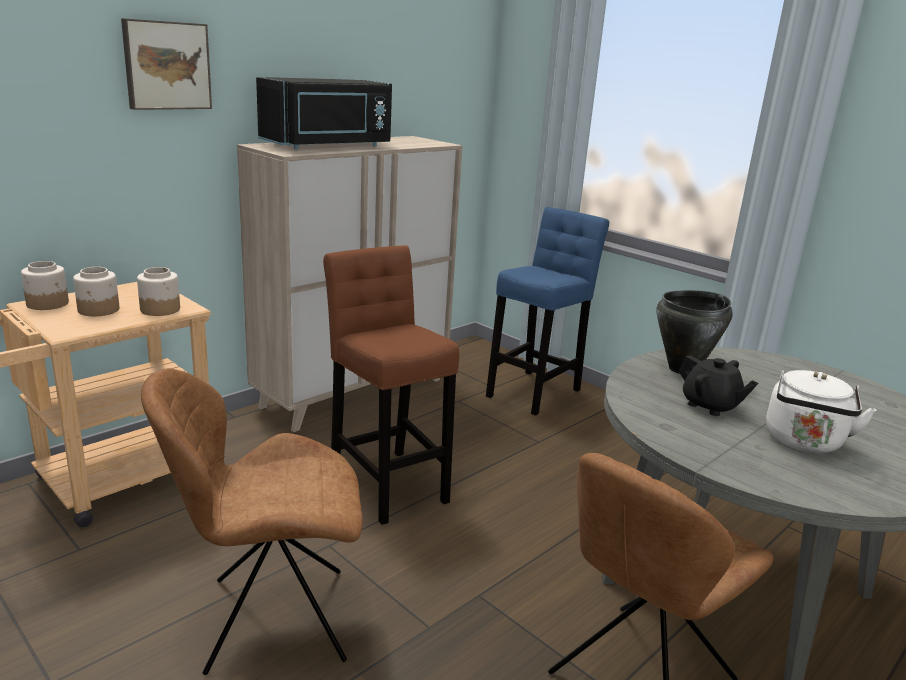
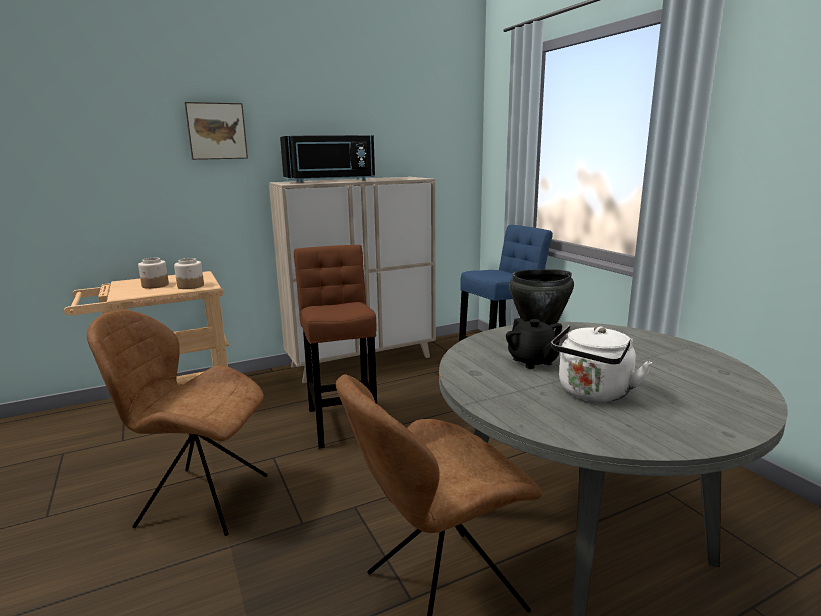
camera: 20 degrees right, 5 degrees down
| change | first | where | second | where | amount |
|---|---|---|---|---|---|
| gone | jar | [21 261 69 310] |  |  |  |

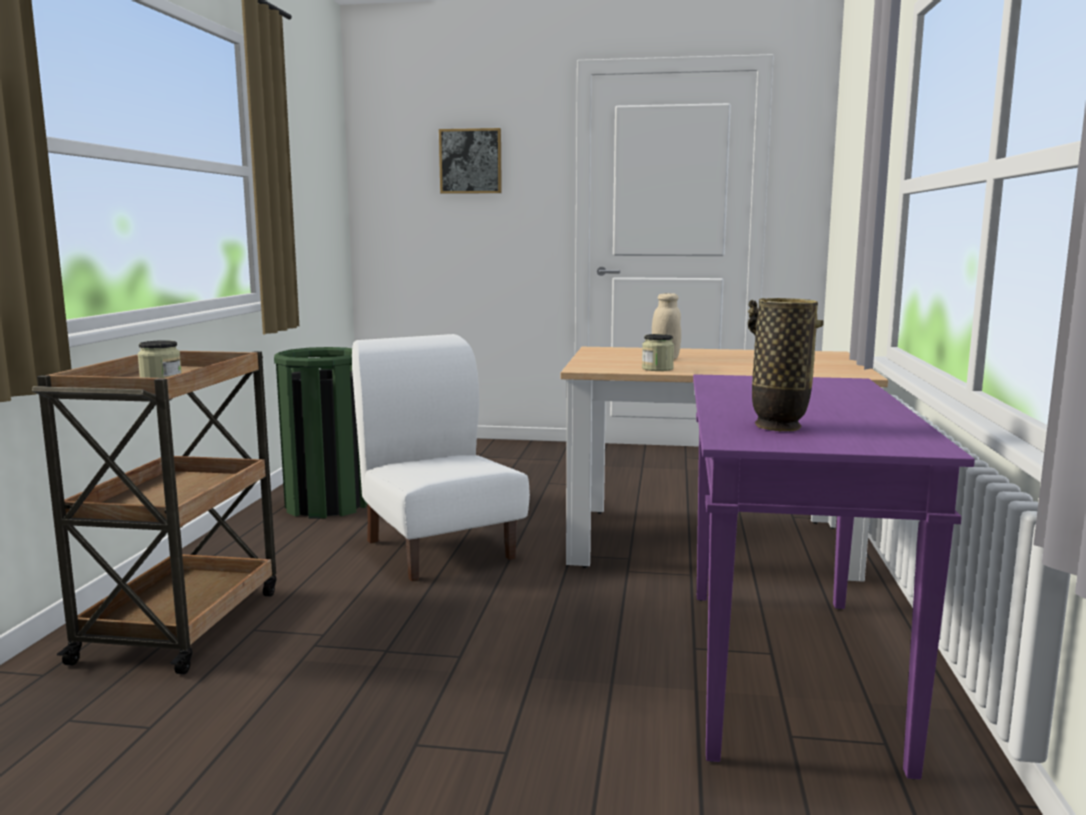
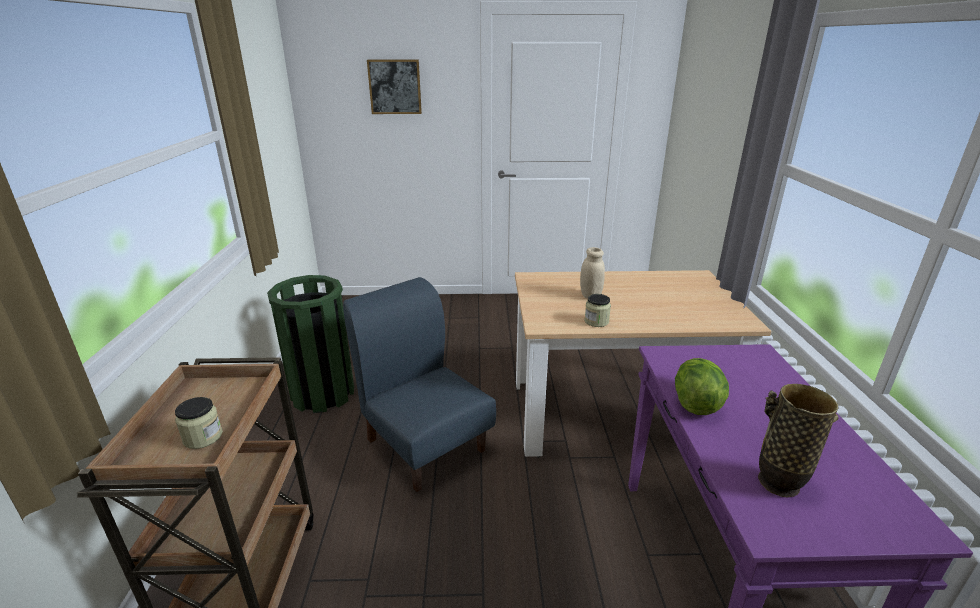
camera: 10 degrees left, 15 degrees up
| change | first | where | second | where | amount |
|---|---|---|---|---|---|
| repainted | white chair | [352 334 530 581] | blue chair | [343 277 496 492] |  |
| new |  |  | lettuce | [675 358 729 415] |  |

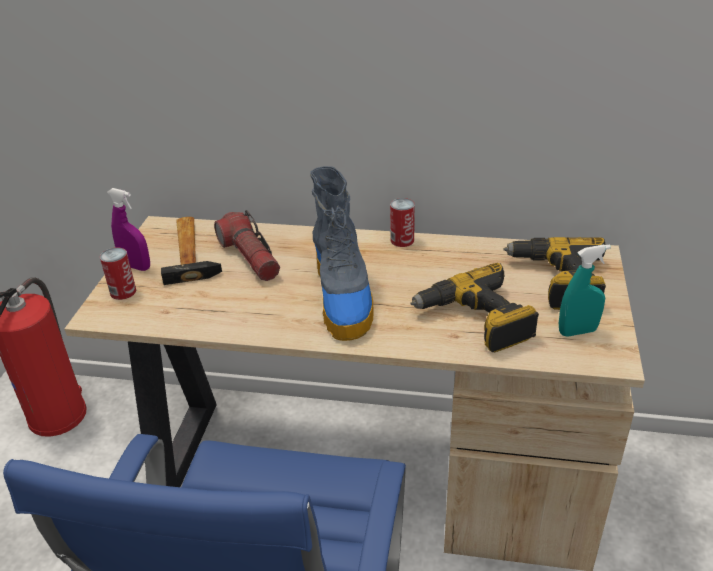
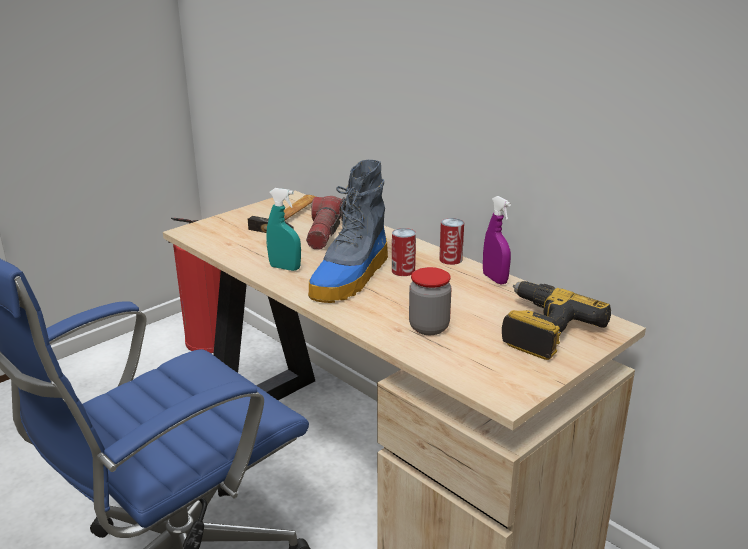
camera: 35 degrees right, 10 degrees down
| change | first | where | second | where | amount |
|---|---|---|---|---|---|
| shifted | purple spray bottle | [107 188 150 271] |  | [483 196 511 285] |  |
| shifted | turquoise spray bottle | [559 244 611 337] |  | [266 188 301 271] |  |
| shifted | can | [100 247 136 300] |  | [392 228 416 276] |  |
| swapped | power drill | [410 263 539 352] | jar | [409 267 451 335] |  |

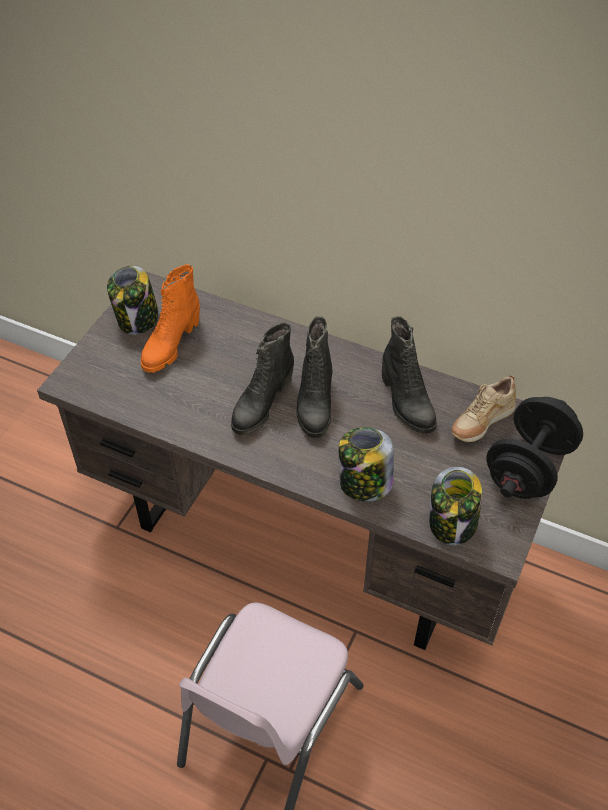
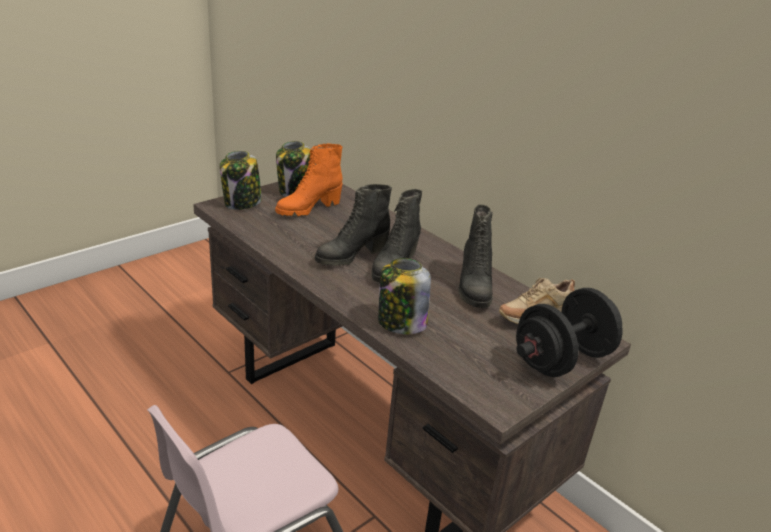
camera: 20 degrees right, 20 degrees down
| change | first | where | second | where | amount |
|---|---|---|---|---|---|
| shifted | jar | [429 467 482 545] |  | [220 151 262 210] |  |

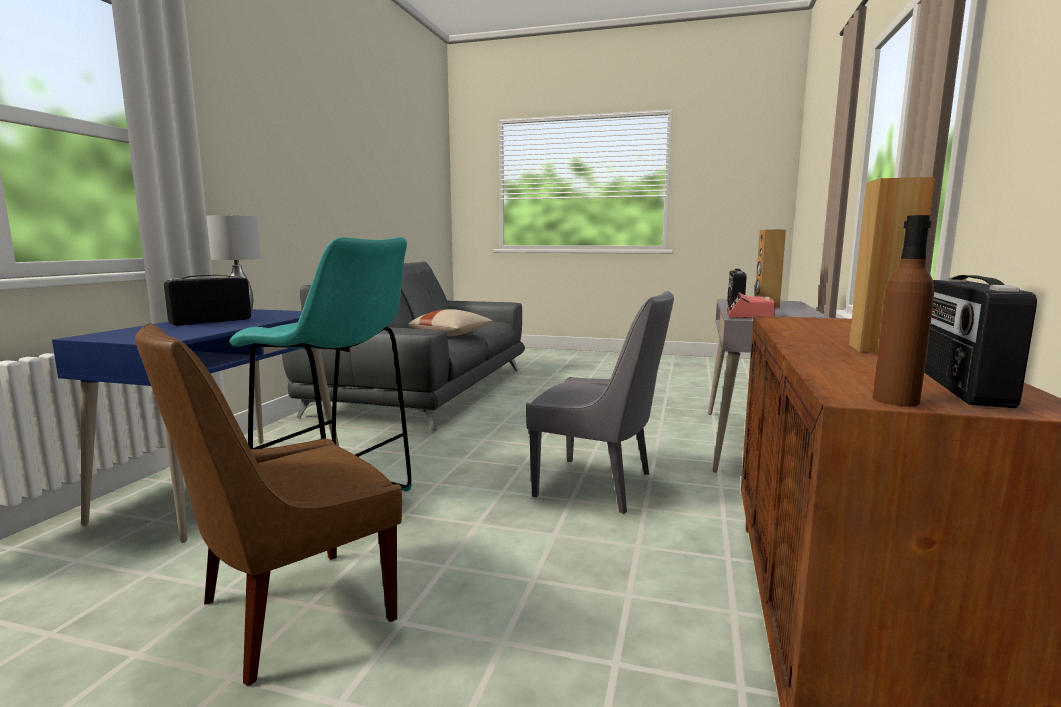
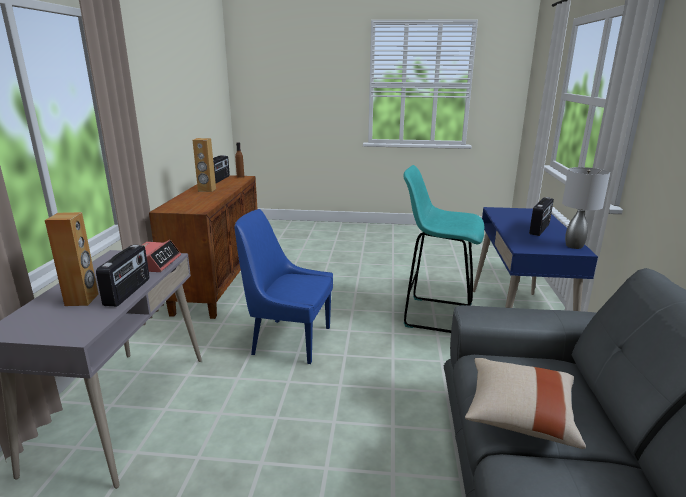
camera: 170 degrees right, 10 degrees up
| change | first | where | second | where | amount |
|---|---|---|---|---|---|
| repainted | grey chair | [526 291 674 514] | blue chair | [234 209 333 364] |  |
| gone | brown chair | [135 323 402 686] |  |  |  |

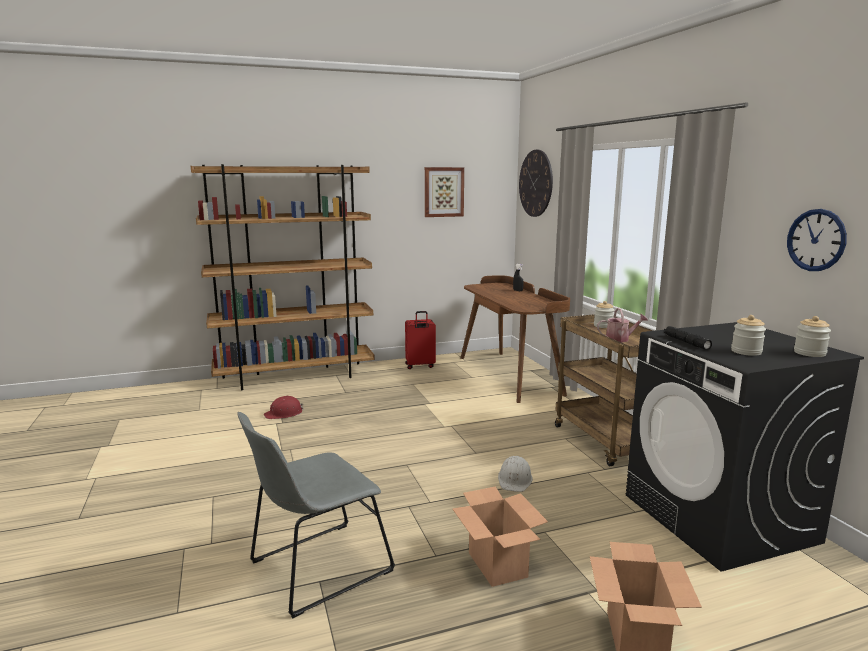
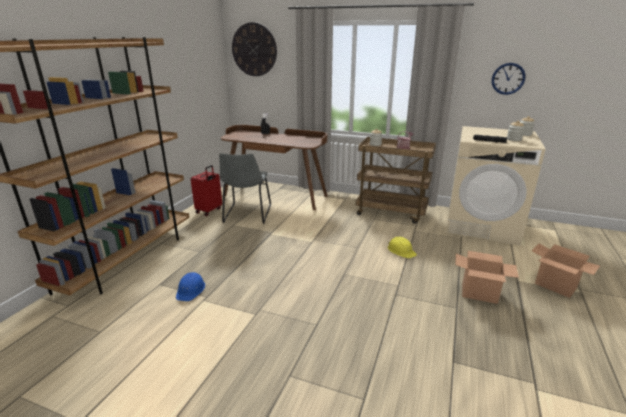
camera: 50 degrees left, 10 degrees up
| change | first | where | second | where | amount |
|---|---|---|---|---|---|
| gone | picture | [425 167 464 217] |  |  |  |
| repainted | black washing machine | [626 322 864 572] | beige washing machine | [446 126 546 246] |  |
| repainted | red hard hat | [264 395 303 419] | blue hard hat | [176 272 205 301] |  |
| shifted | grey chair | [237 412 395 618] |  | [219 153 271 224] |  |
| repainted | white hard hat | [498 456 533 492] | yellow hard hat | [388 237 417 259] |  |

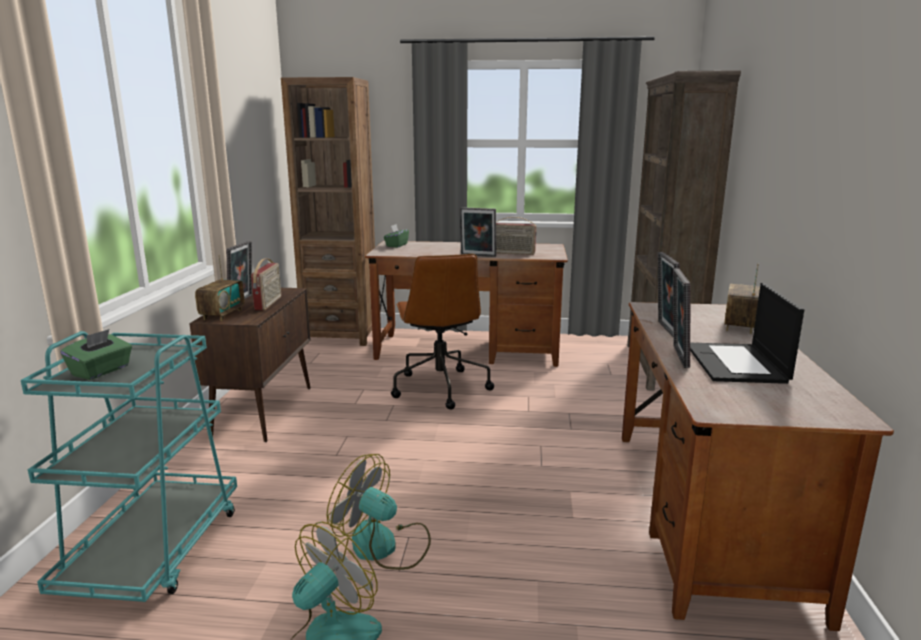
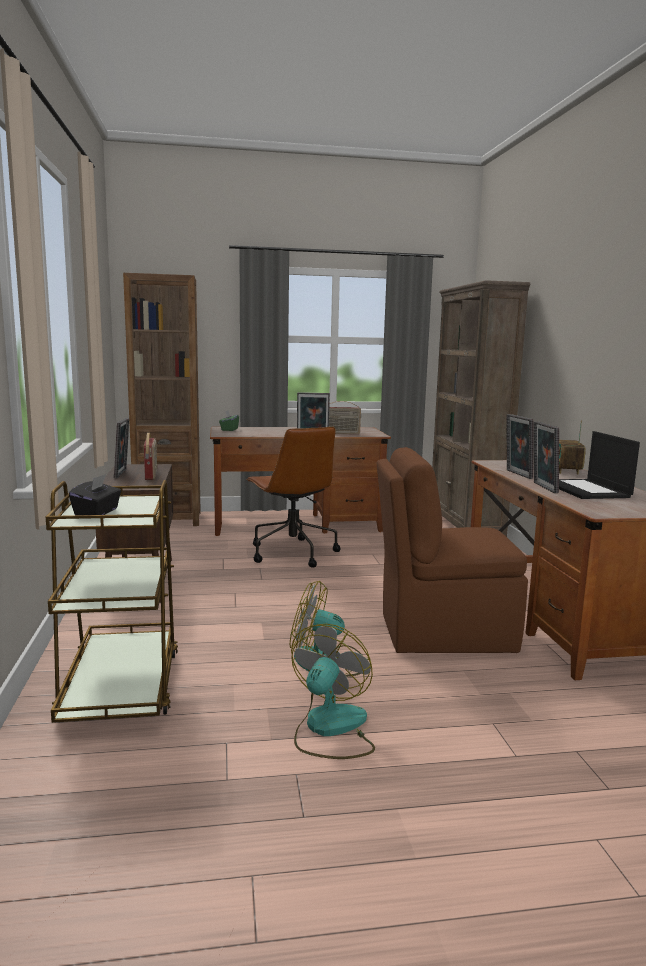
camera: 15 degrees left, 5 degrees down
| change | first | where | second | where | amount |
|---|---|---|---|---|---|
| gone | radio | [195 255 245 321] |  |  |  |
| repainted | green tissue box | [61 329 132 380] | black tissue box | [69 474 121 515] |  |
| repainted | turquoise cart | [21 331 237 602] | brown cart | [46 480 178 723] |  |
| new |  |  | brown chair | [377 447 528 653] |  |

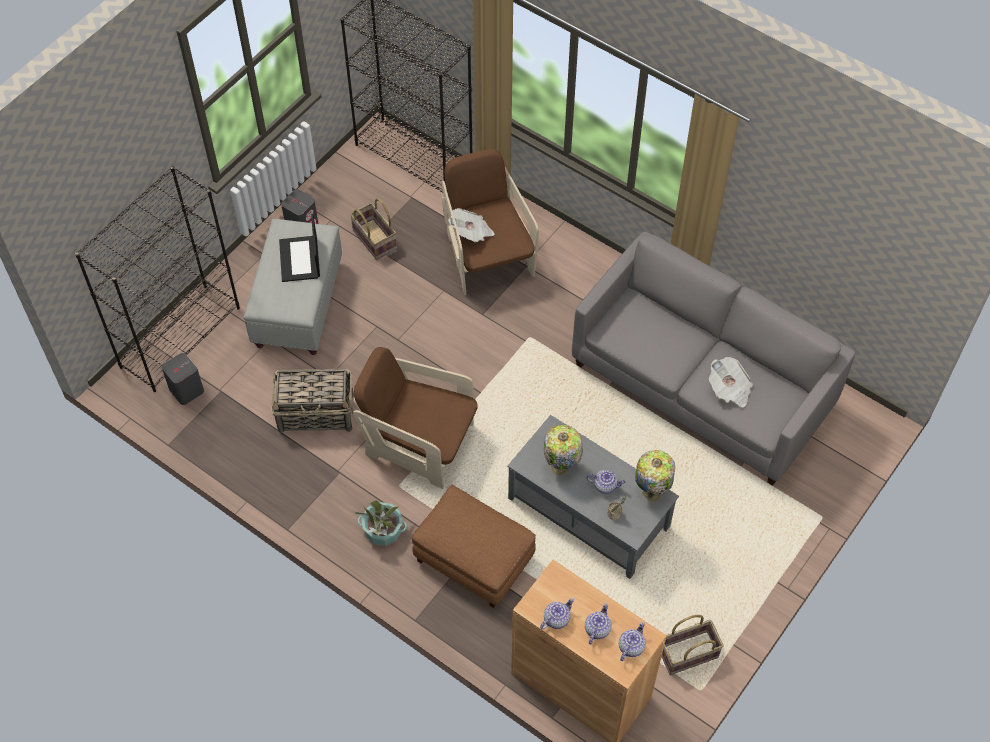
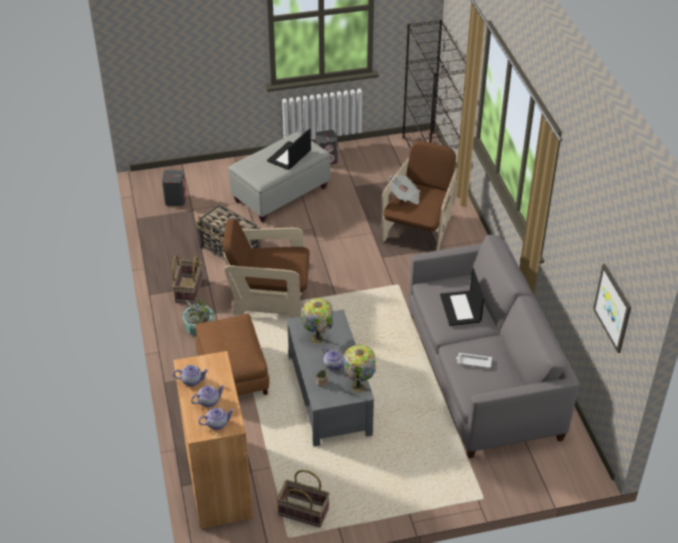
camera: 40 degrees right, 15 degrees down
| change | first | where | second | where | amount |
|---|---|---|---|---|---|
| gone | black bookcase | [75 166 240 392] |  |  |  |
| shifted | basket | [350 198 397 260] |  | [172 255 202 304] |  |
| rotated | brown armchair | [353 347 478 489] |  | [223 219 310 318] | 60 degrees counterclockwise |
| swapped | newspaper | [709 357 753 407] | white tray | [456 353 492 368] |  |
| new |  |  | picture | [593 264 631 353] |  |
| new |  |  | laptop | [440 269 484 326] |  |

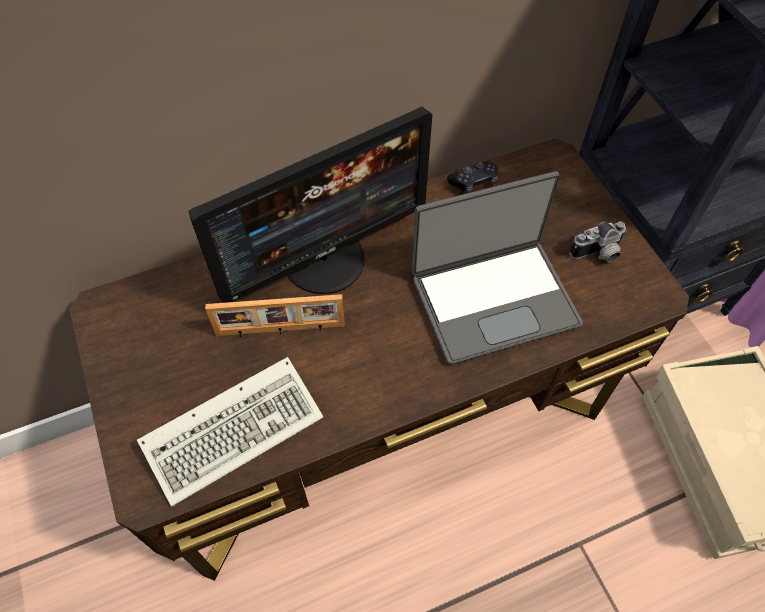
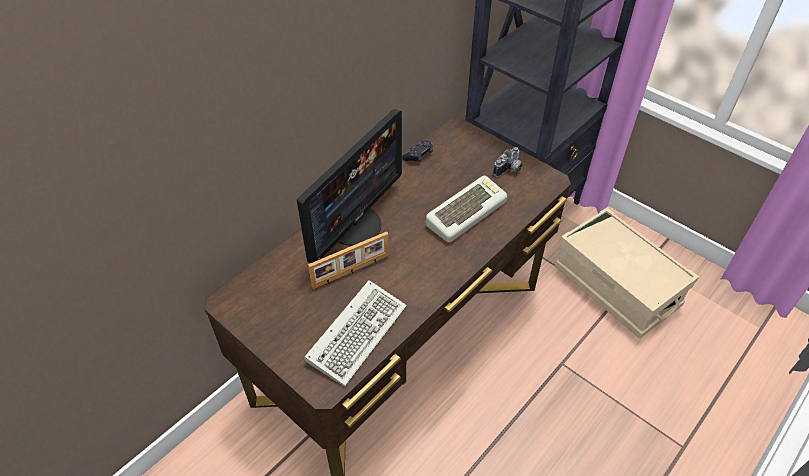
camera: 25 degrees left, 10 degrees down
| change | first | where | second | where | amount |
|---|---|---|---|---|---|
| swapped | laptop | [411 171 583 365] | keyboard | [426 176 507 243] |  |

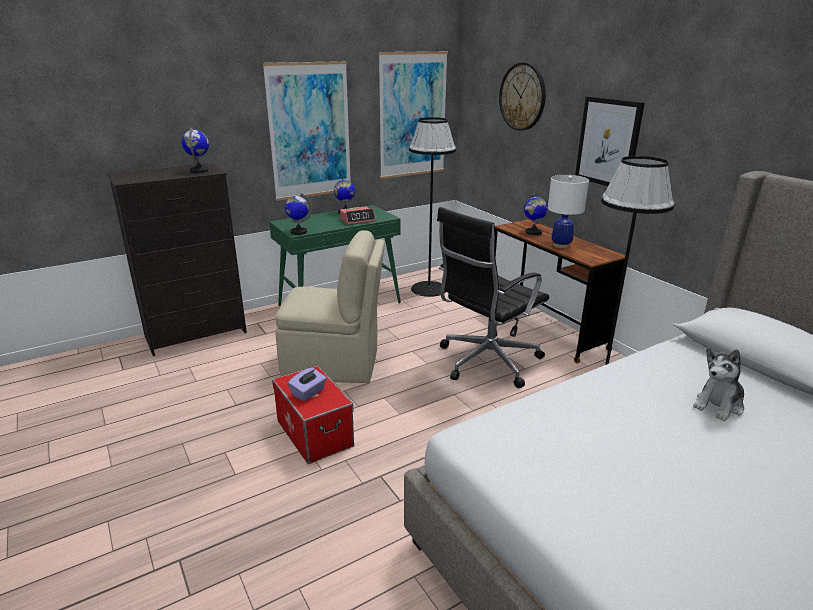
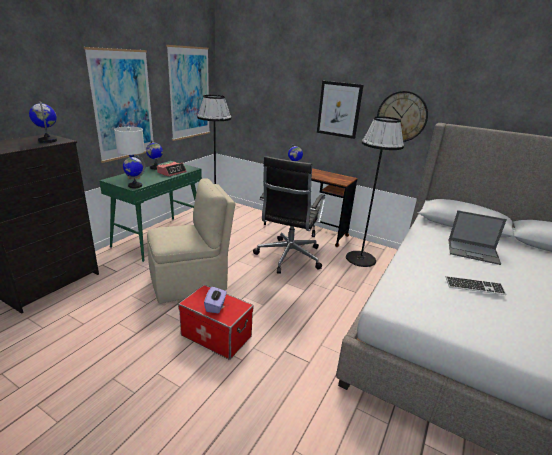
camera: 30 degrees left, 0 degrees up
| change | first | where | second | where | amount |
|---|---|---|---|---|---|
| shifted | wall clock | [499 62 546 131] |  | [377 91 428 142] |  |
| shifted | white table lamp | [548 175 589 248] |  | [114 126 145 179] |  |
| swapped | plush toy | [693 348 744 421] | laptop | [449 210 507 265] |  |
| new |  |  | keyboard | [446 276 507 295] |  |

